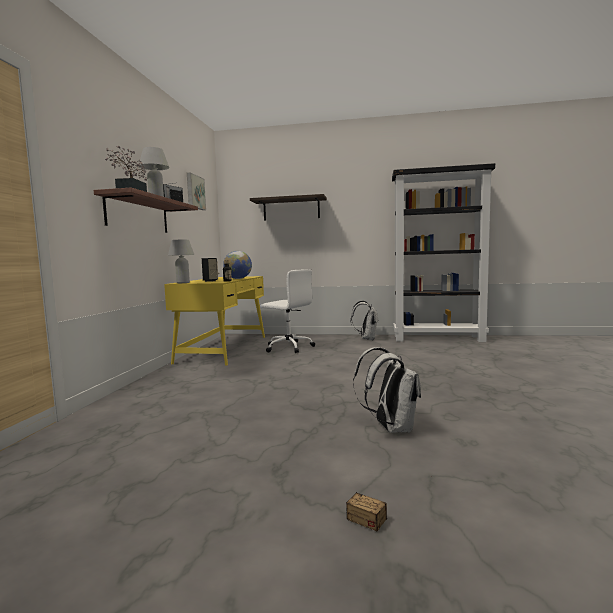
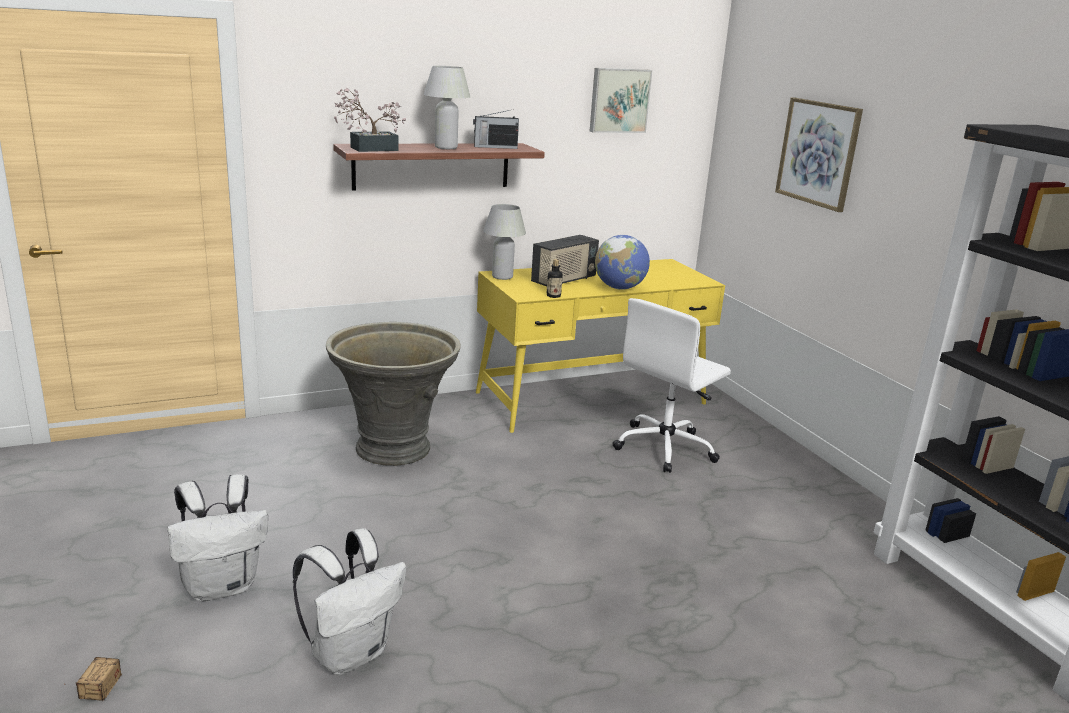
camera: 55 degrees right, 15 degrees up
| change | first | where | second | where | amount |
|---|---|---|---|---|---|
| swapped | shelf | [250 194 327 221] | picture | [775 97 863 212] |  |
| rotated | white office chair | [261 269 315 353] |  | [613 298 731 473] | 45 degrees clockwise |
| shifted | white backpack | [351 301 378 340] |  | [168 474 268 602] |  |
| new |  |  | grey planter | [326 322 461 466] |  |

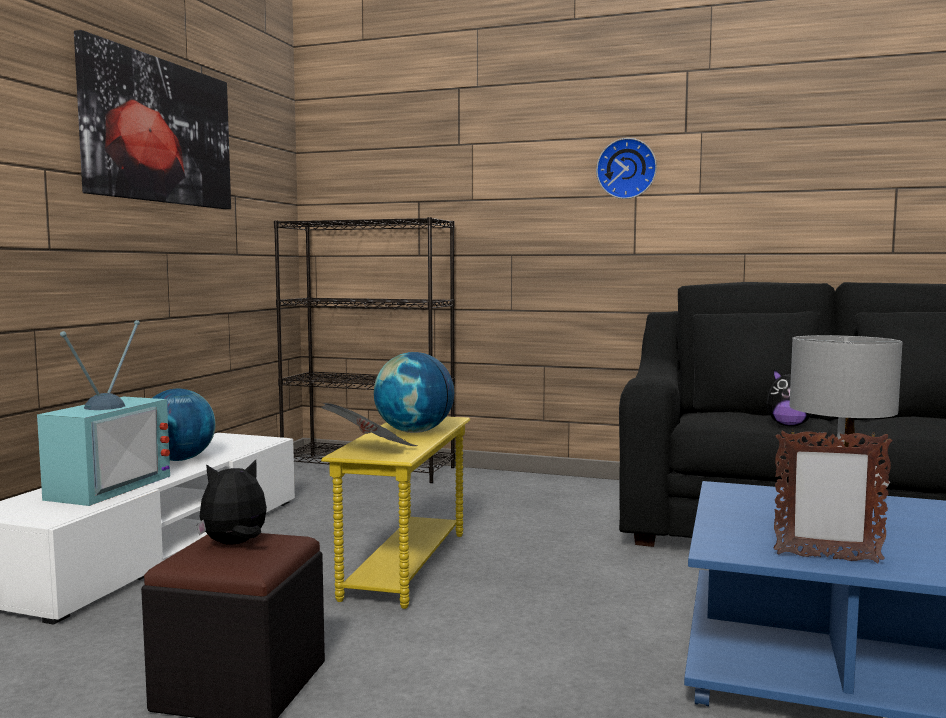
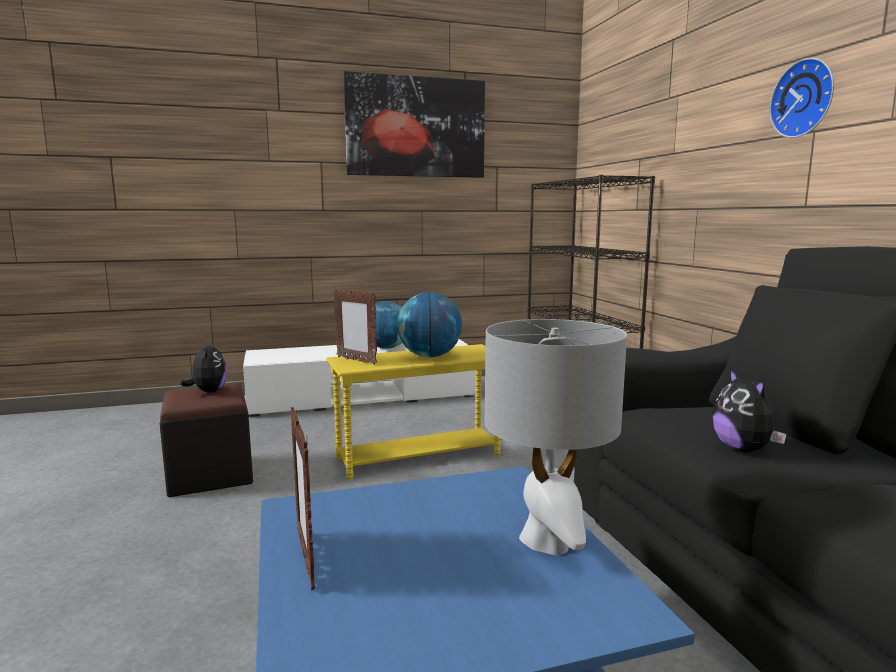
camera: 55 degrees right, 5 degrees up
| change | first | where | second | where | amount |
|---|---|---|---|---|---|
| gone | television | [37 320 170 506] |  |  |  |
| swapped | newspaper | [321 403 417 446] | picture frame | [333 290 377 365] |  |
| rotated | plush toy | [197 460 267 545] |  | [180 341 227 393] | 45 degrees clockwise |

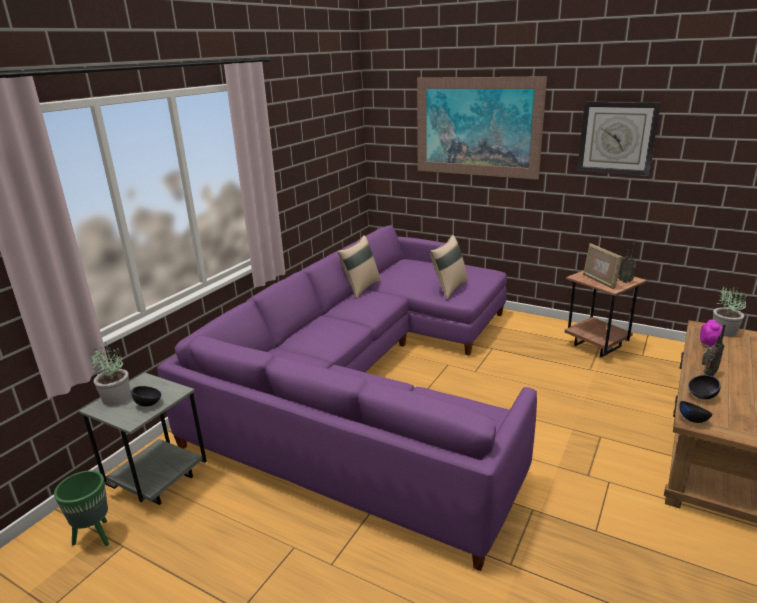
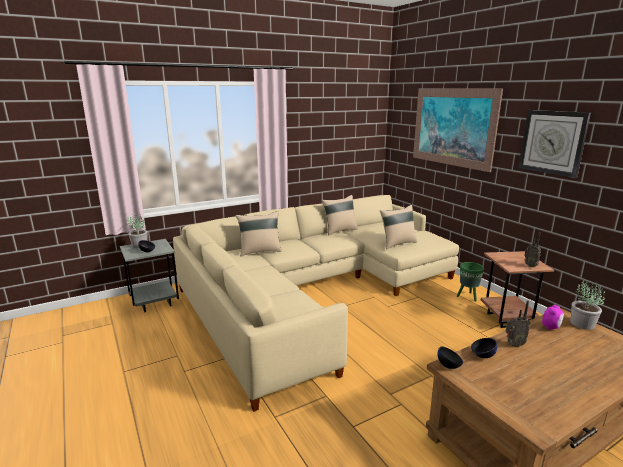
camera: 30 degrees right, 5 degrees down
| change | first | where | second | where | amount |
|---|---|---|---|---|---|
| repainted | purple sofa | [157 225 537 571] | beige sofa | [173 195 459 412] |  |
| gone | picture frame | [583 243 622 290] |  |  |  |
| shifted | green planter | [54 471 109 546] |  | [457 262 484 302] |  |
| new |  |  | beige pillow | [235 211 282 257] |  |

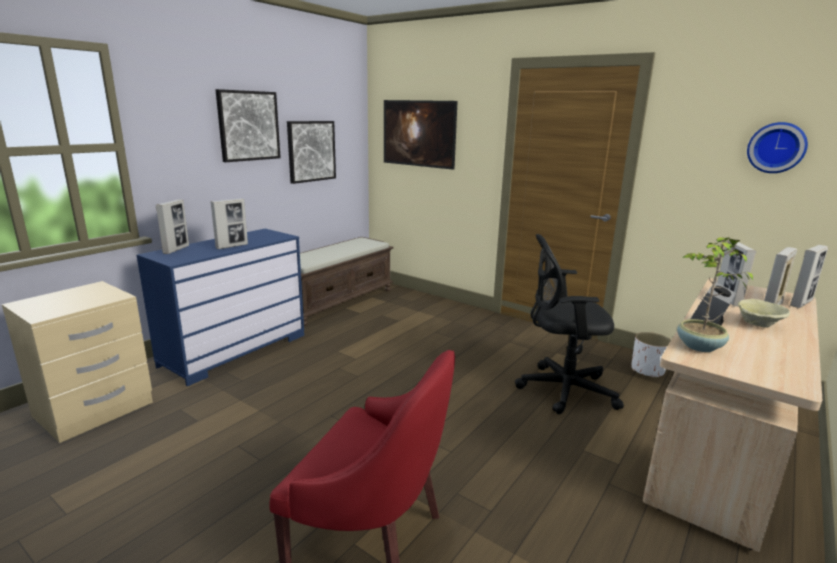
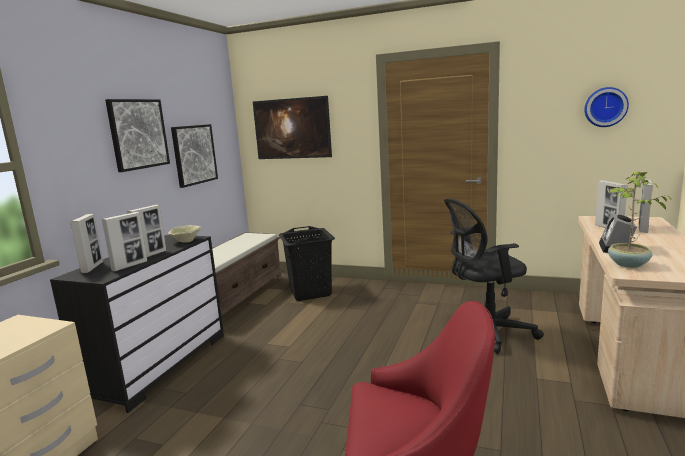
camera: 15 degrees left, 5 degrees down
| change | first | where | second | where | amount |
|---|---|---|---|---|---|
| repainted | blue dresser | [137 229 304 386] | black dresser | [50 235 224 413] |  |
| shifted | picture frame | [790 245 828 308] |  | [102 212 147 271] |  |
| shifted | beige bowl | [738 299 790 328] |  | [168 225 201 243] |  |
| gone | white planter | [631 332 671 378] |  |  |  |
| new |  |  | black laundry basket | [279 226 335 301] |  |

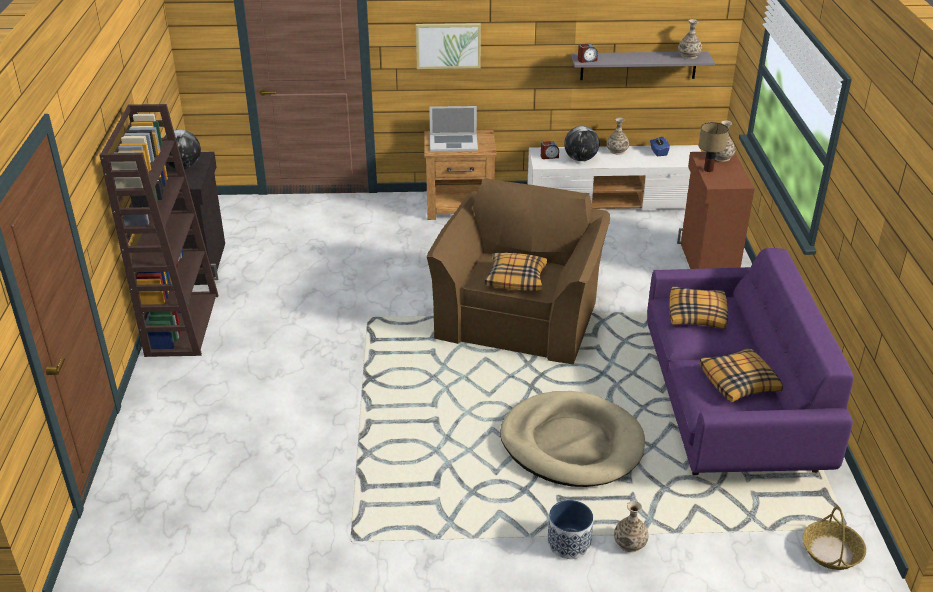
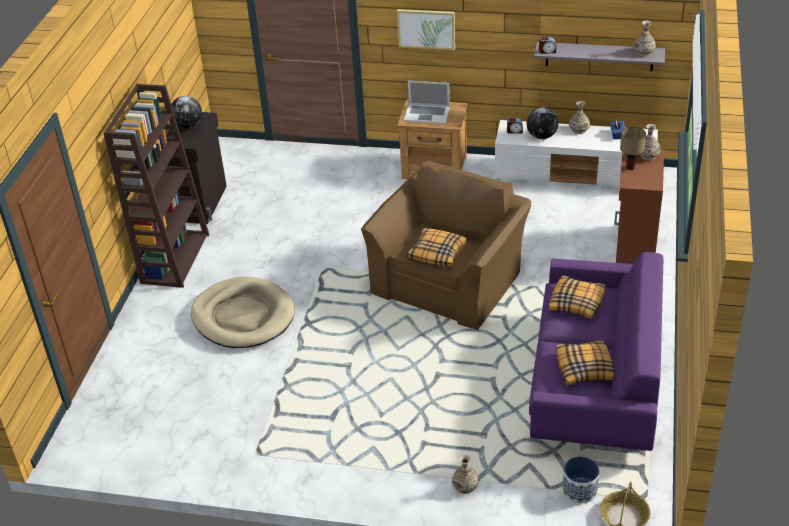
camera: 15 degrees right, 5 degrees up
| change | first | where | second | where | amount |
|---|---|---|---|---|---|
| shifted | beige dog bed | [500 391 645 487] |  | [191 276 295 348] |  |
| shifted | planter | [547 500 593 559] |  | [563 456 599 503] |  |

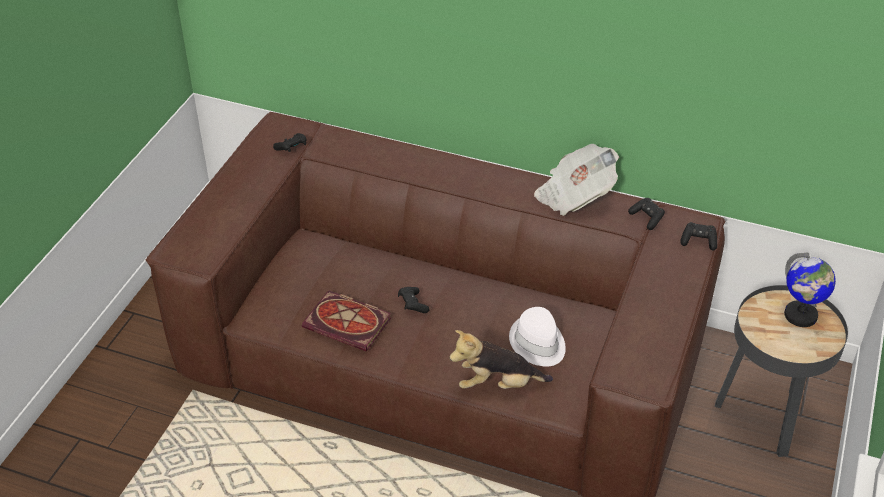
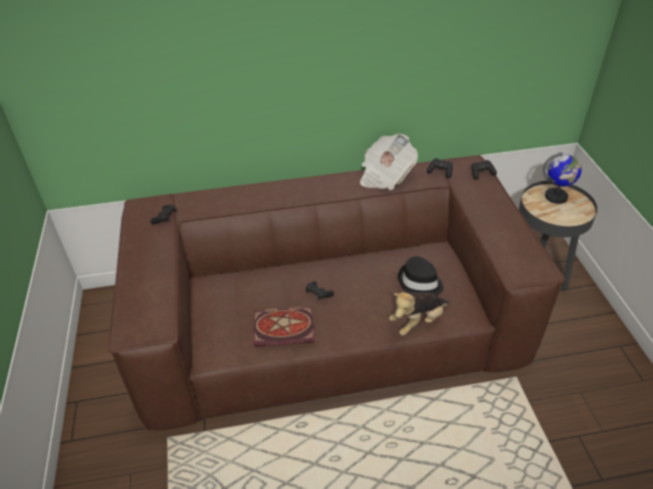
camera: 30 degrees left, 0 degrees up
| change | first | where | second | where | amount |
|---|---|---|---|---|---|
| repainted | white hat | [509 307 566 366] | black hat | [398 256 443 296] |  |

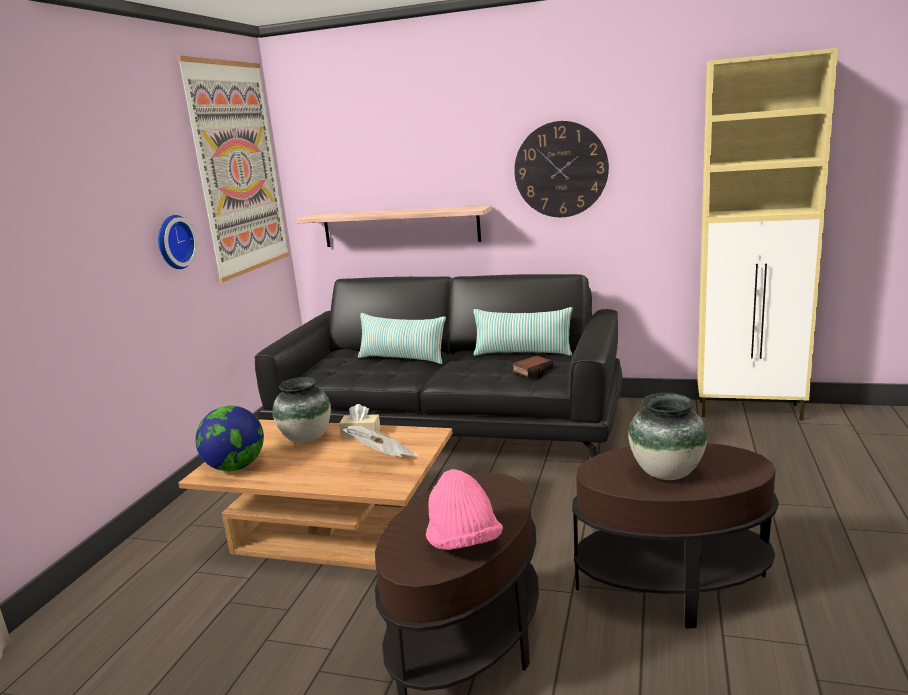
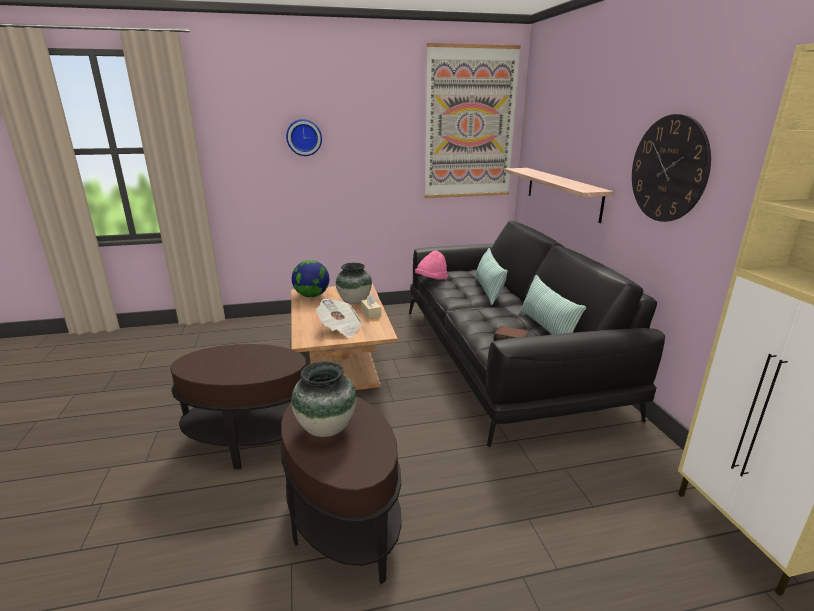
camera: 60 degrees right, 5 degrees up
| change | first | where | second | where | amount |
|---|---|---|---|---|---|
| shifted | wall clock | [158 215 198 269] |  | [286 119 322 156] |  |
| shifted | pink hat | [426 469 503 550] |  | [415 251 448 280] |  |

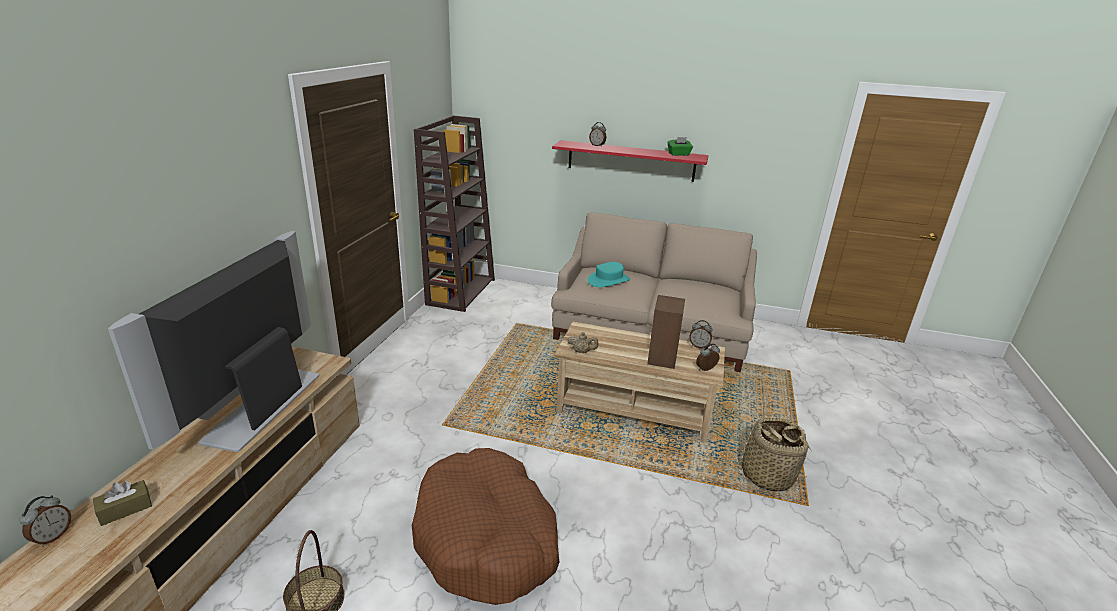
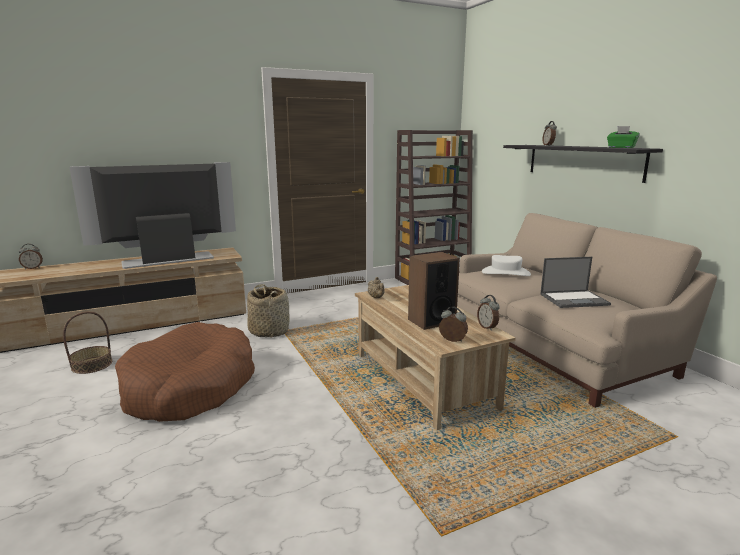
camera: 50 degrees right, 10 degrees down
| change | first | where | second | where | amount |
|---|---|---|---|---|---|
| repainted | red shelf | [552 140 709 182] | black shelf | [503 145 663 183] |  |
| repainted | turquoise hat | [587 262 630 287] | white hat | [482 255 531 276] |  |
| shifted | basket | [732 418 811 492] |  | [247 284 290 338] |  |
| gone | brown tissue box | [93 480 152 526] |  |  |  |
| new |  |  | laptop | [540 257 611 308] |  |

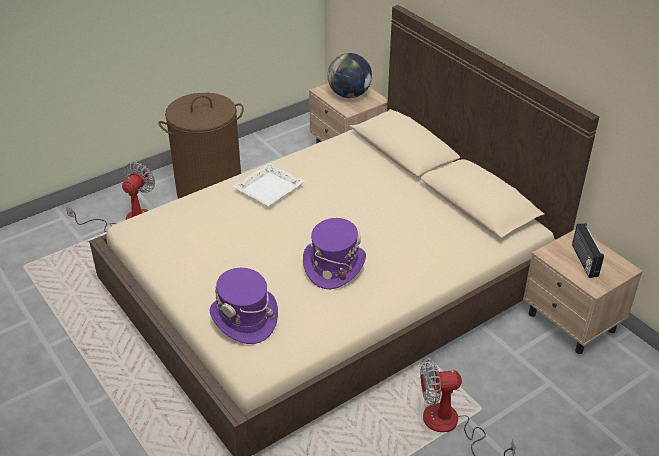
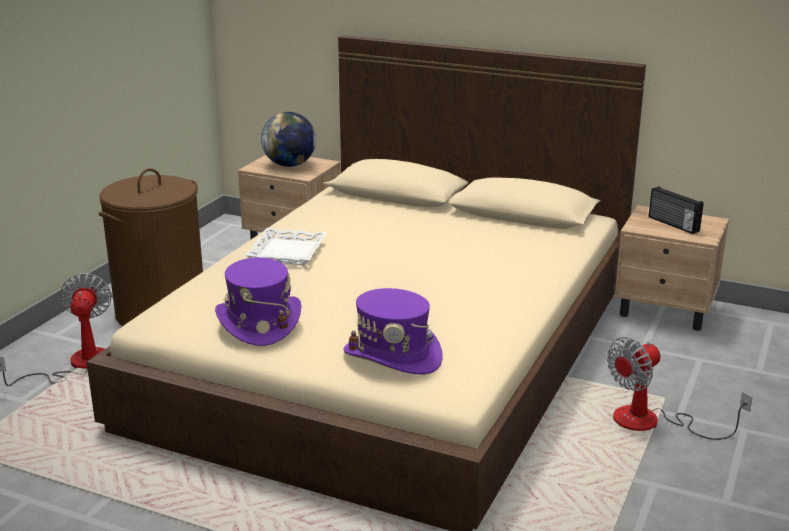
camera: 30 degrees left, 15 degrees down
| change | first | where | second | where | amount |
|---|---|---|---|---|---|
| shifted | purple hat | [303 218 366 289] |  | [215 257 301 346] |  |

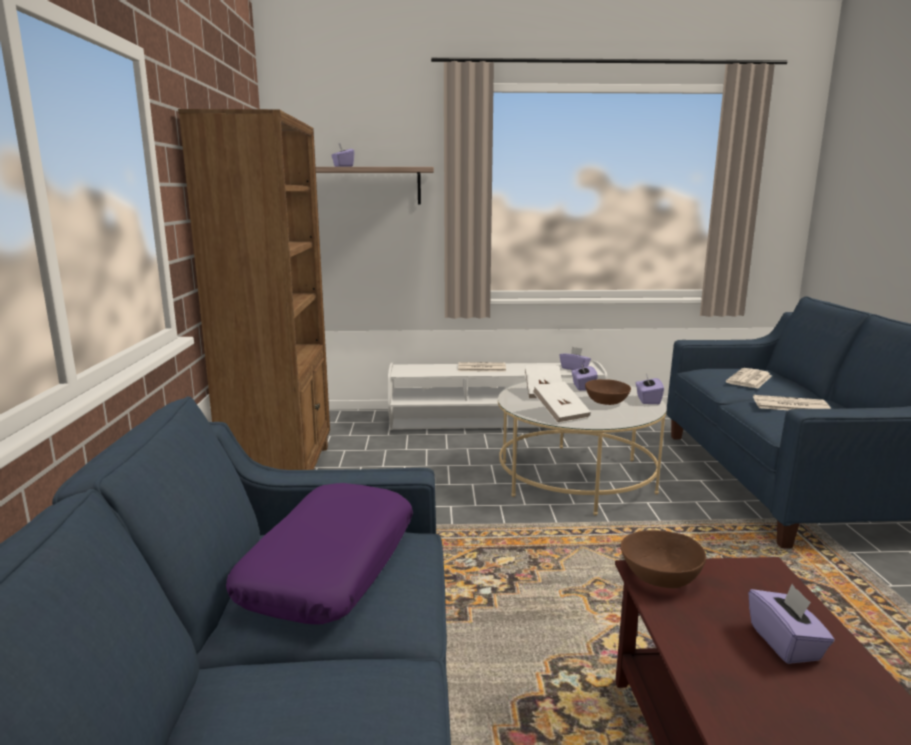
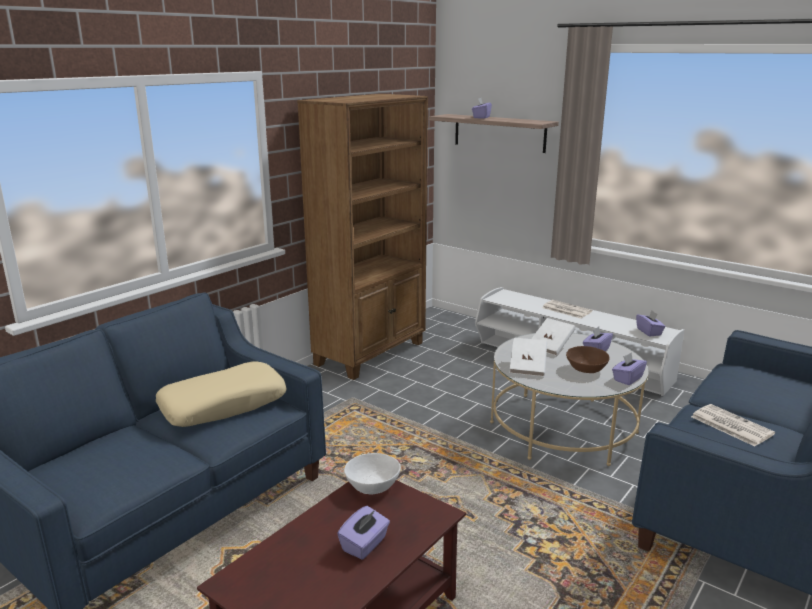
camera: 40 degrees right, 5 degrees up
| change | first | where | second | where | amount |
|---|---|---|---|---|---|
| gone | newspaper | [726 368 772 389] |  |  |  |
| repainted | purple pillow | [226 483 413 625] | beige pillow | [156 361 287 427] |  |
| repainted | brown bowl | [621 530 706 588] | white bowl | [344 453 401 494] |  |

